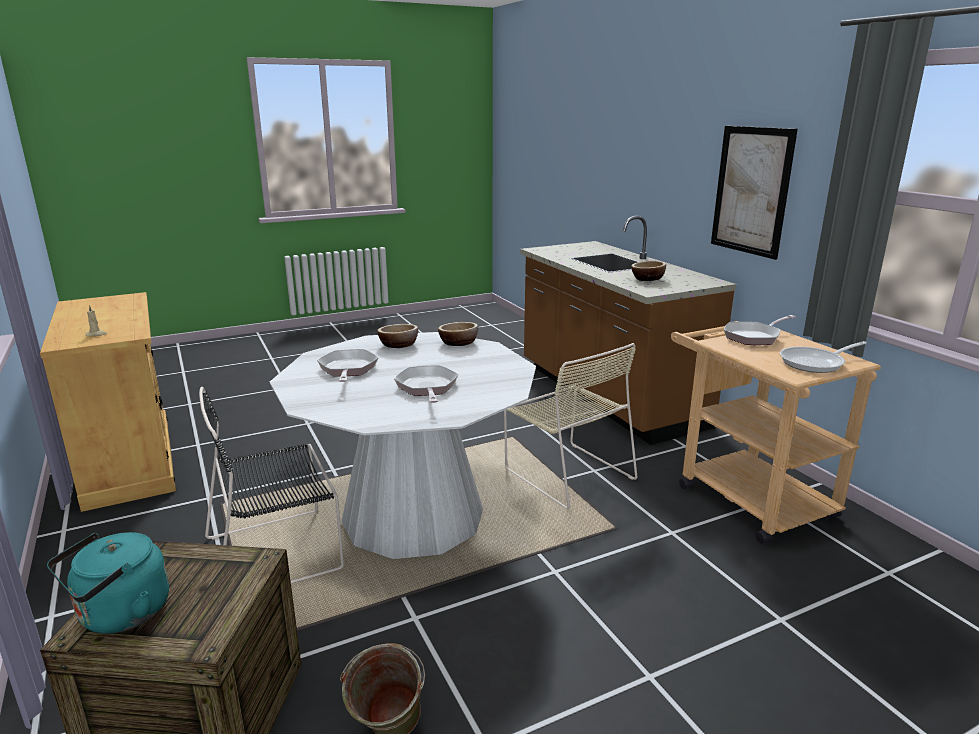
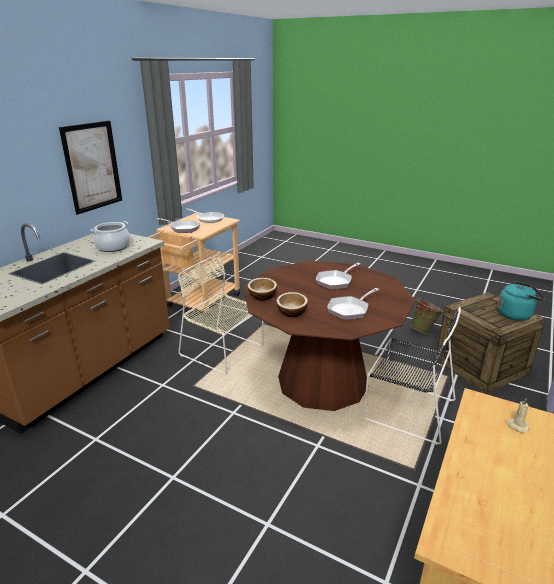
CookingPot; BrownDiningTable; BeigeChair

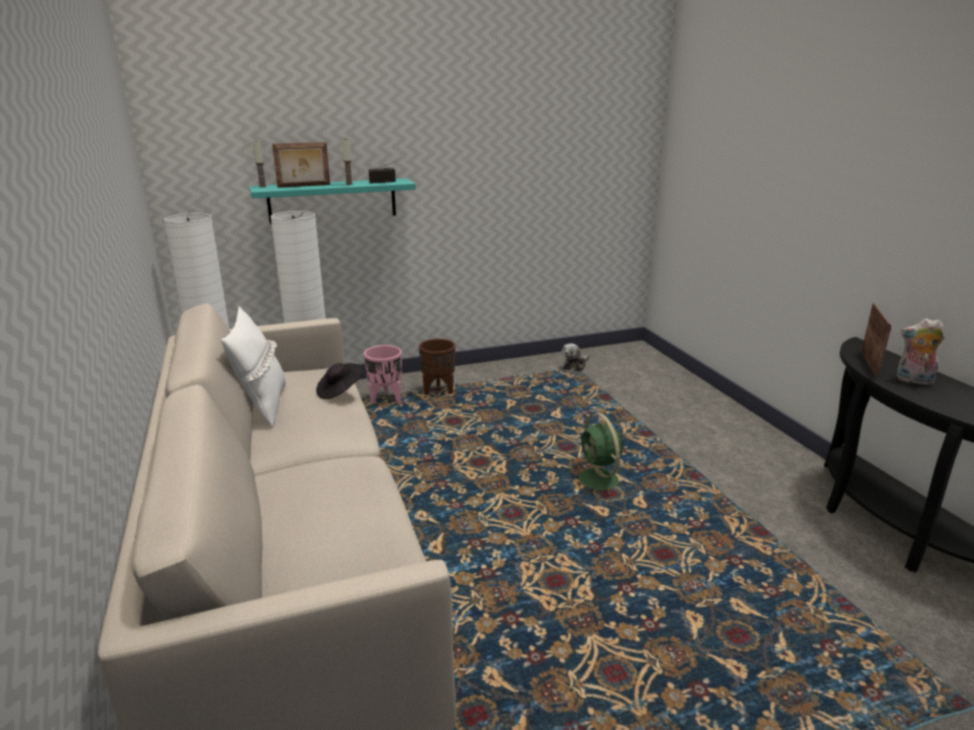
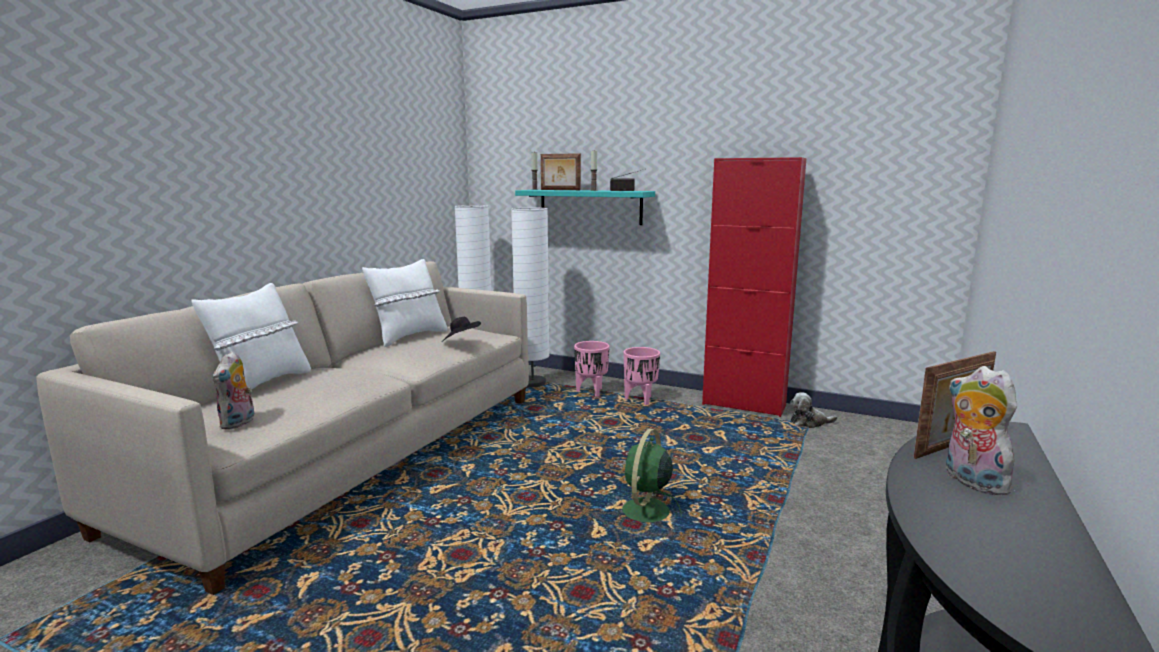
WhitePillow (no. 1 from left); PlushToy (no. 1 from left); RedCabinet; PinkPlanter (no. 2 from left)

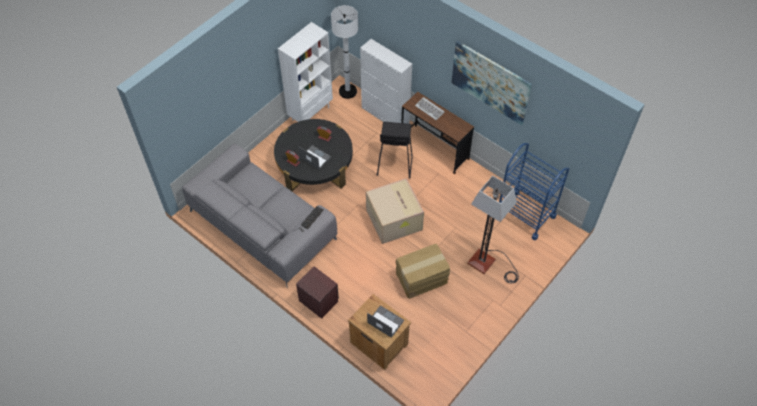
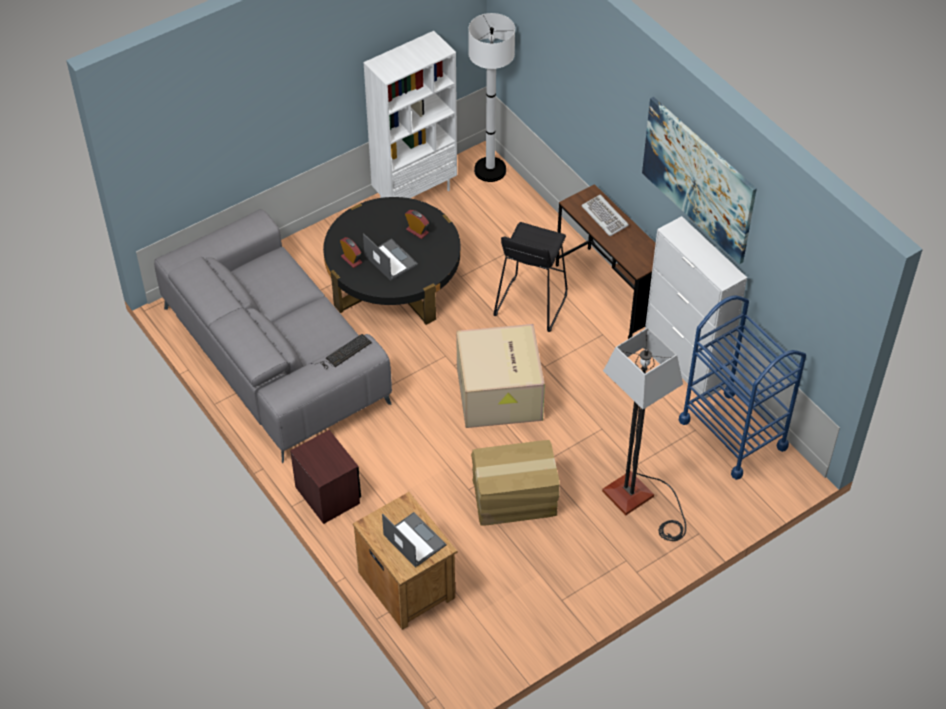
WhiteCabinet

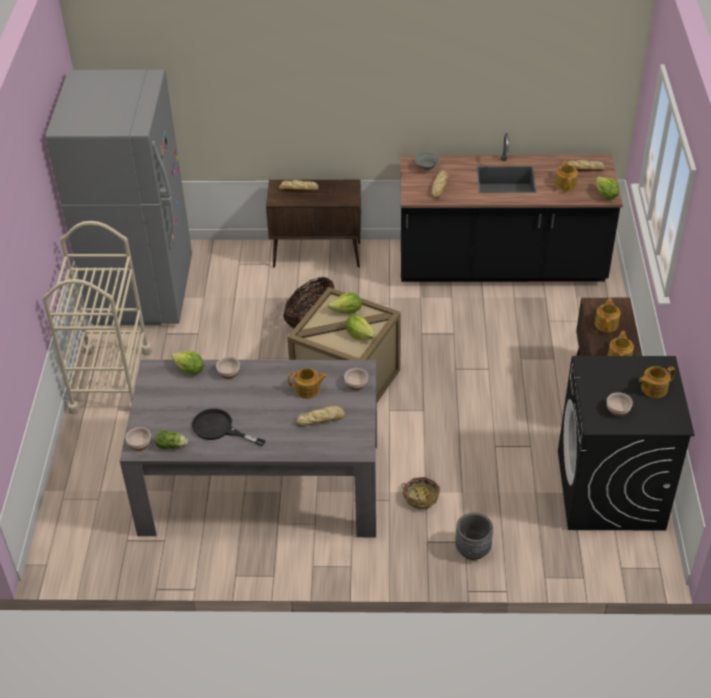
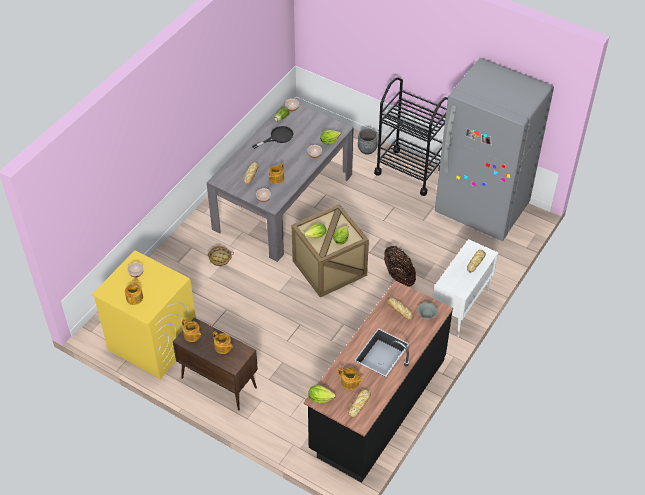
GreyPlanter; BlackCart; WhiteCabinet; YellowWashingMachine

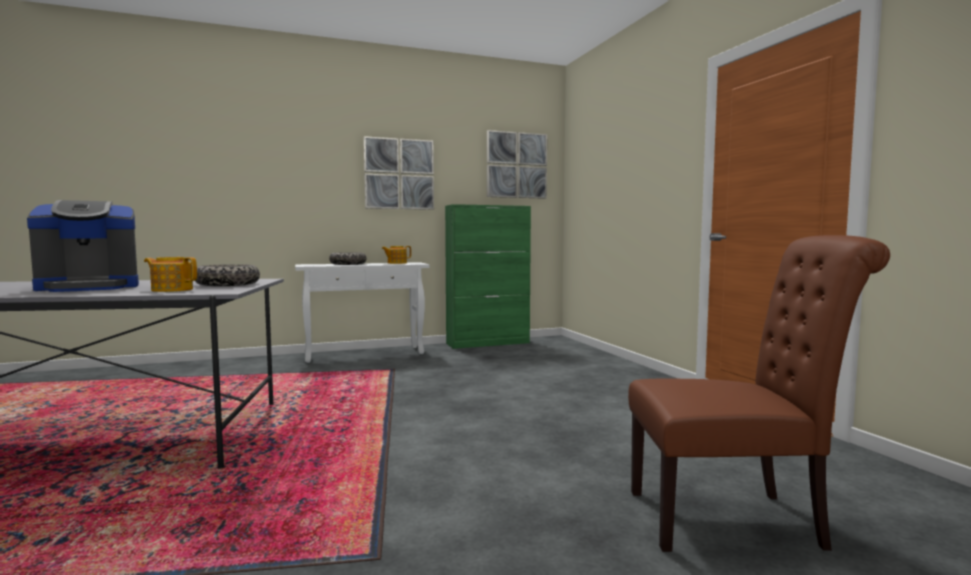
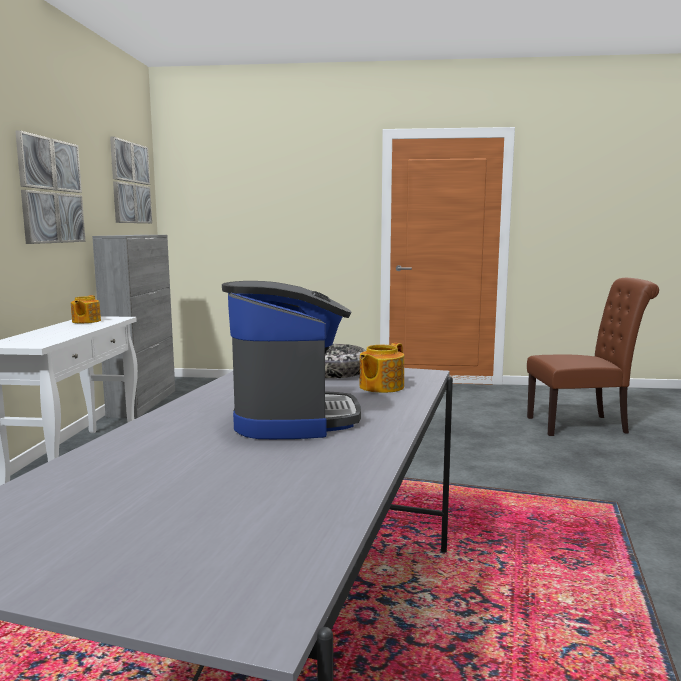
Bowl (no. 2 from left in the first image); GreyCabinet; BrownChair

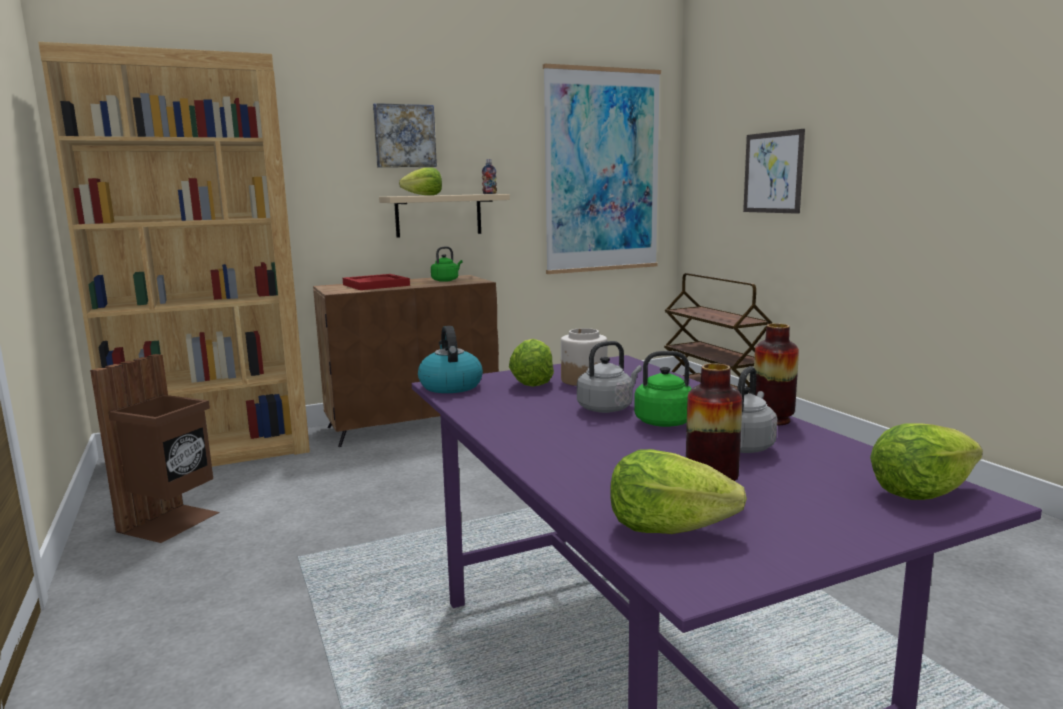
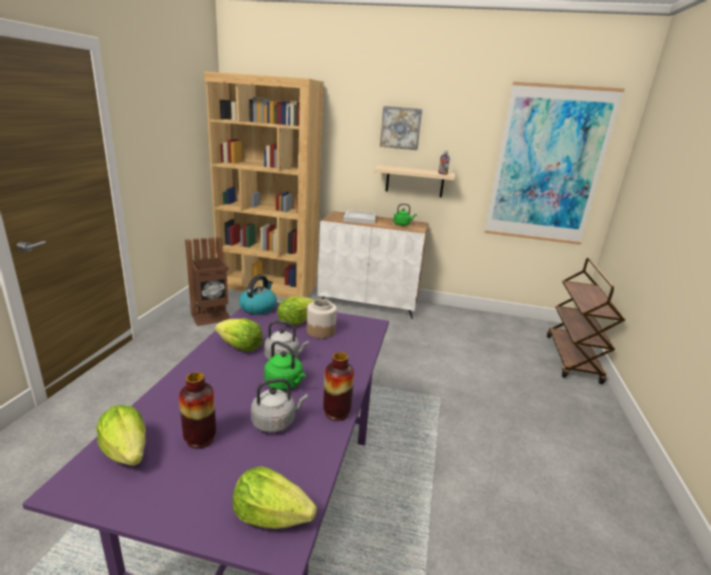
Picture (no. 3 from left in the first image); Lettuce (no. 2 from left); WhiteCabinet; WhiteTray

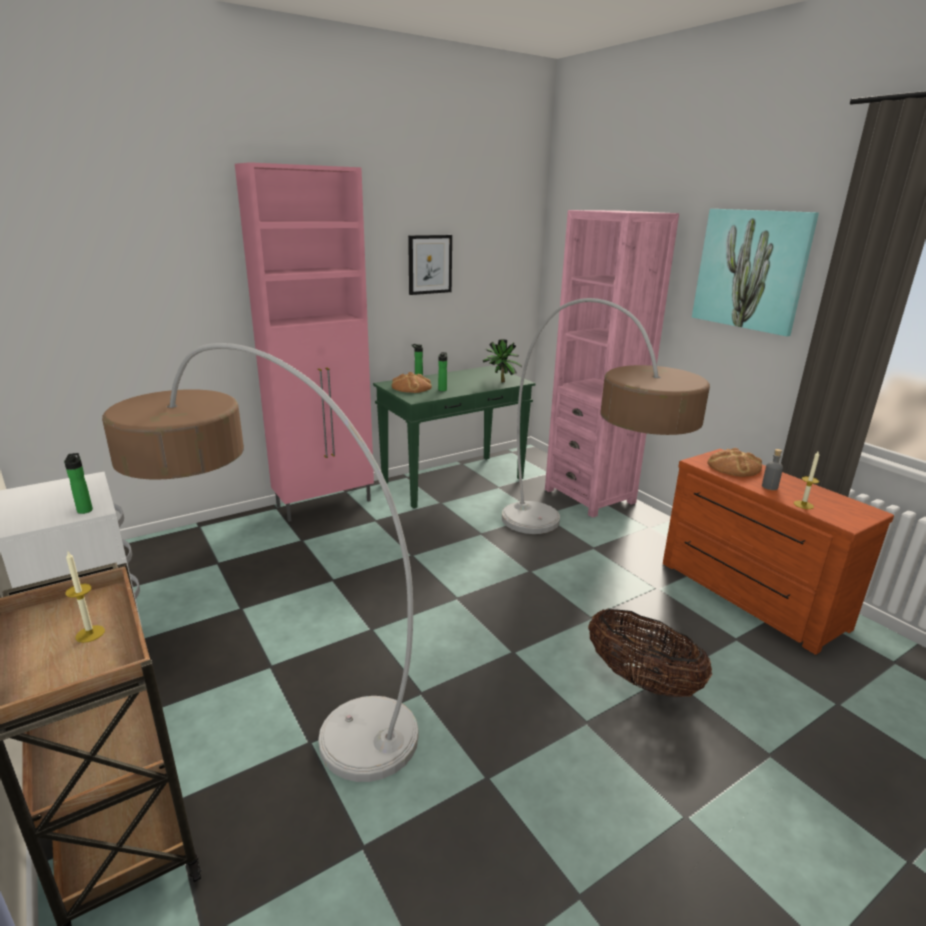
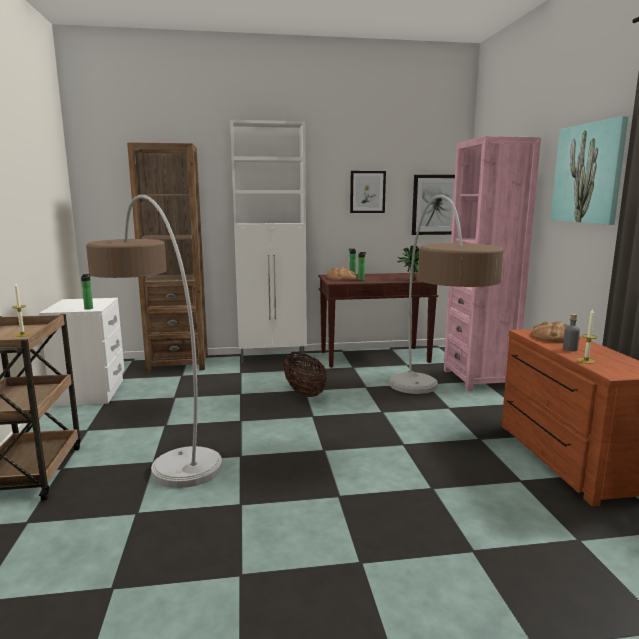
BrownBookcase; Picture (no. 2 from left); Basket; WhiteCabinet; BrownConsoleTable

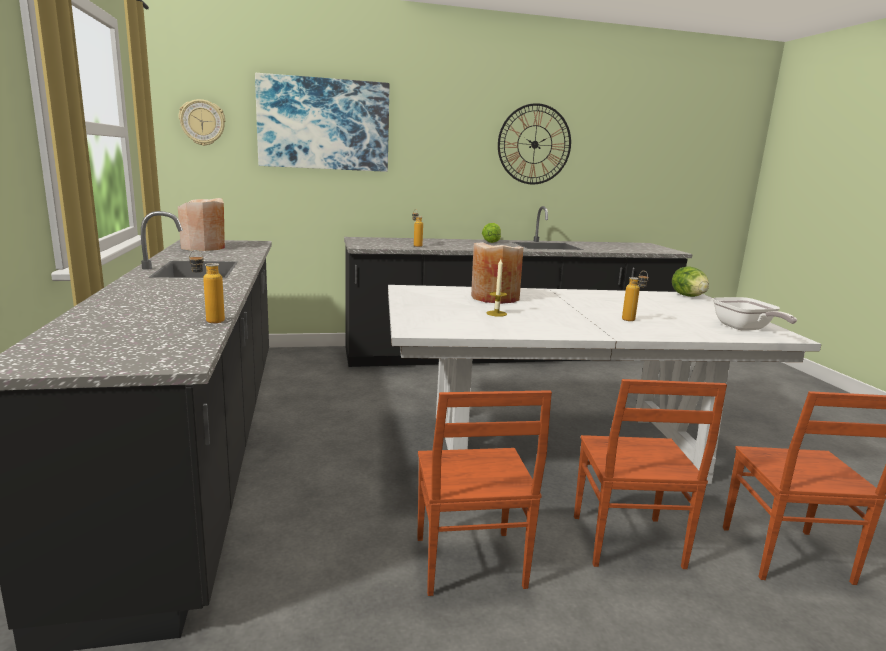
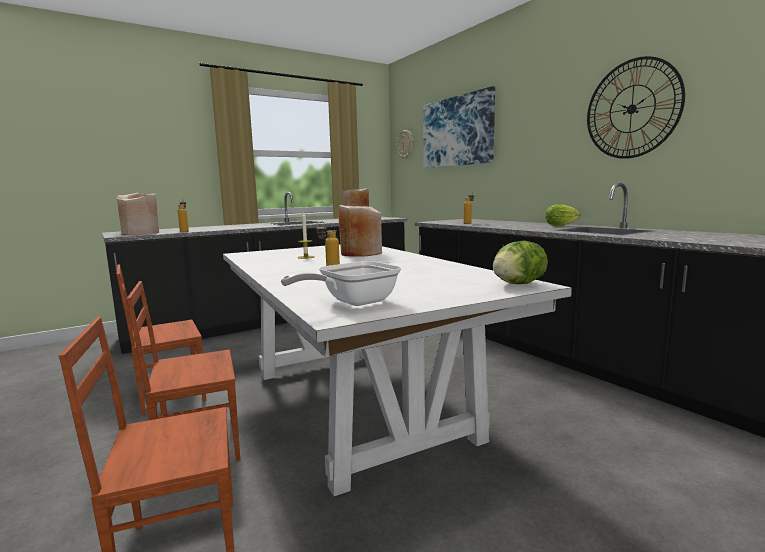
BeigeVase (no. 1 from left)

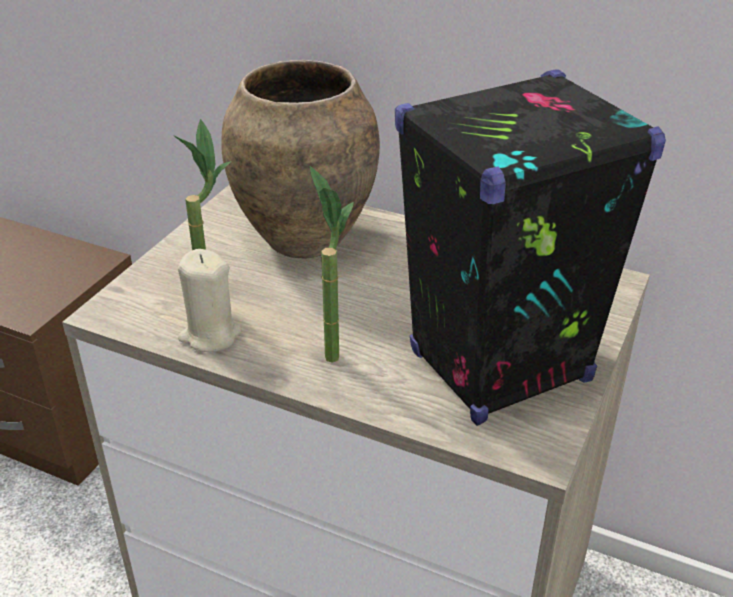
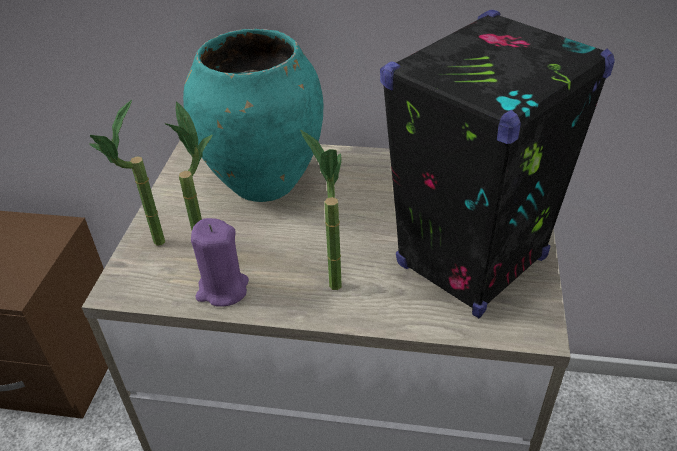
PottedPlant (no. 1 from left); PurpleCandle; TurquoiseVase

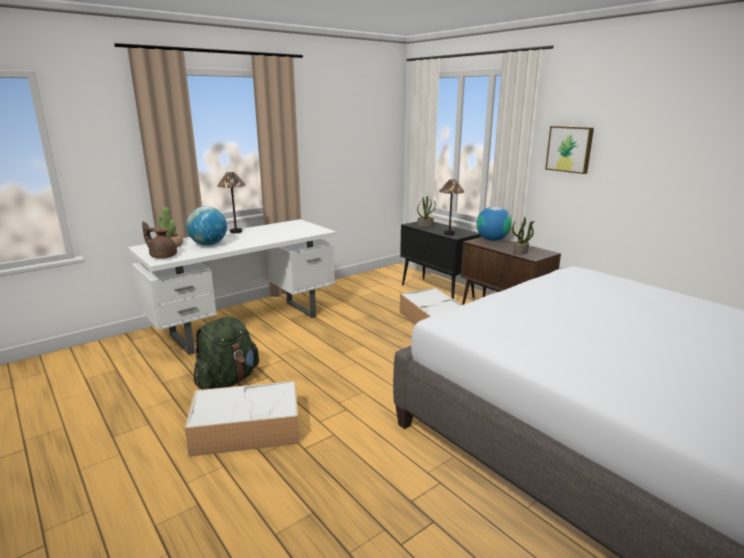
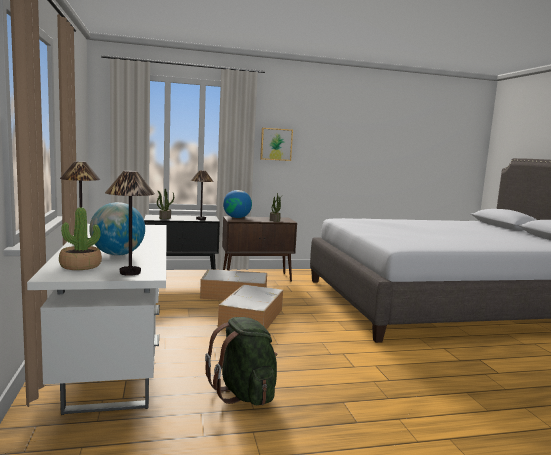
StorageBox (no. 2 from left); TableLamp (no. 2 from left)

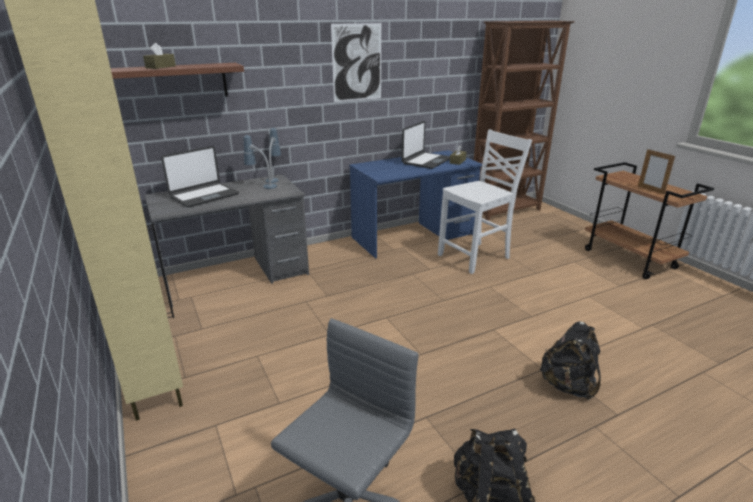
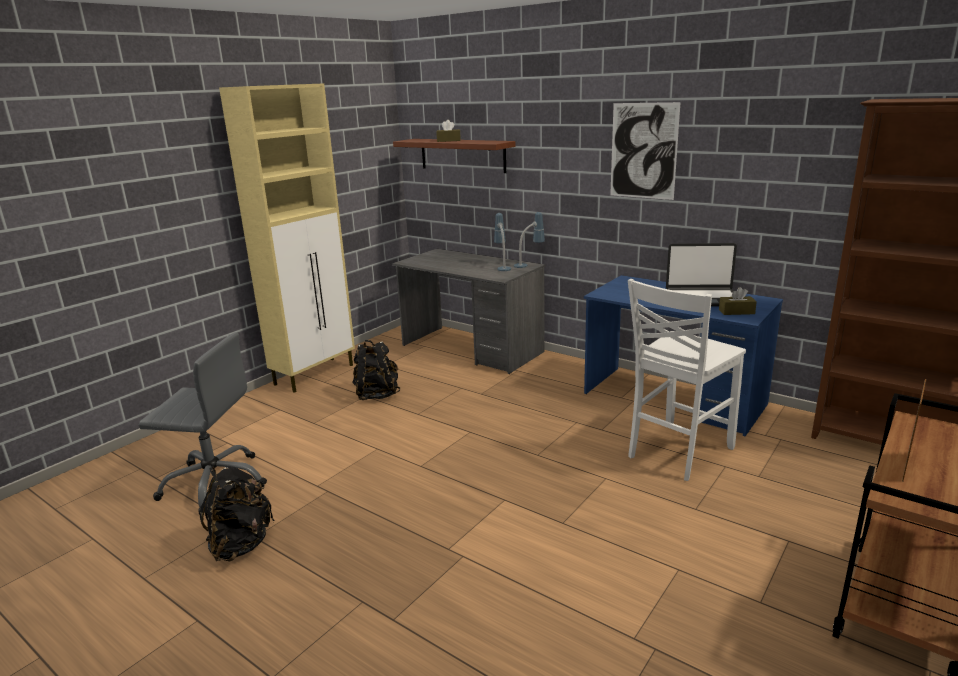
Laptop (no. 1 from left in the first image); BlackBackpack (no. 2 from left); WhiteChair

